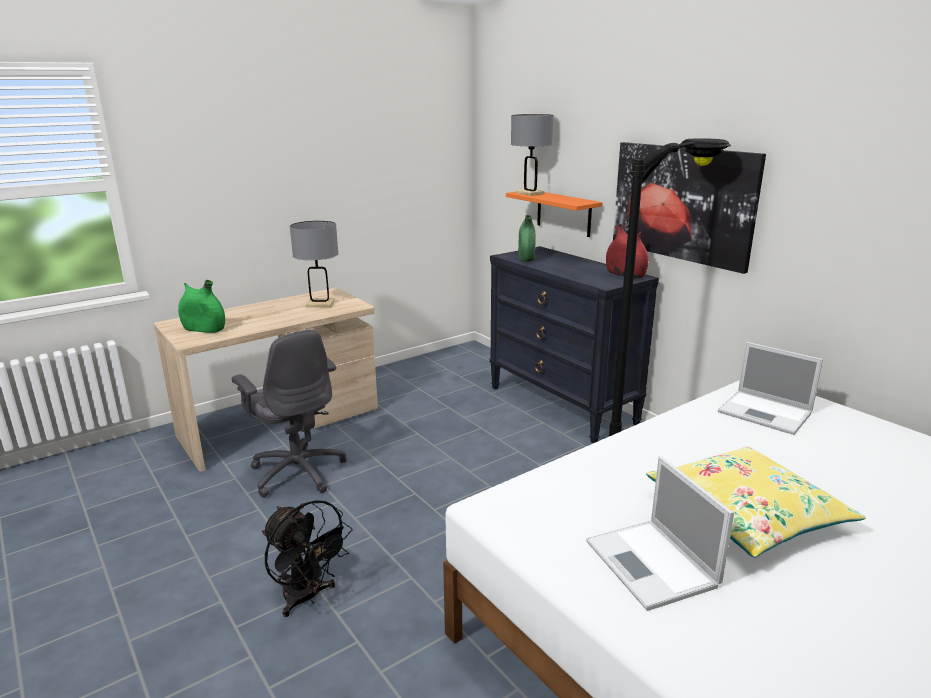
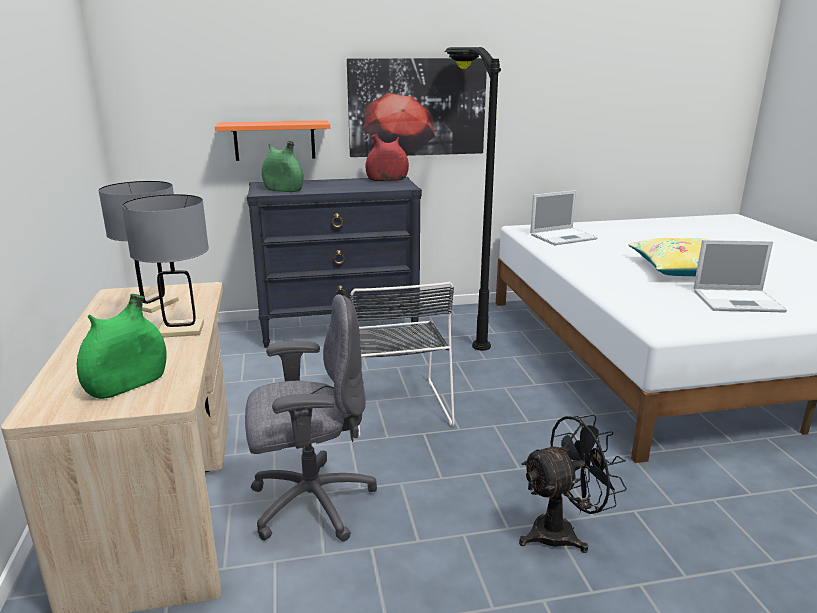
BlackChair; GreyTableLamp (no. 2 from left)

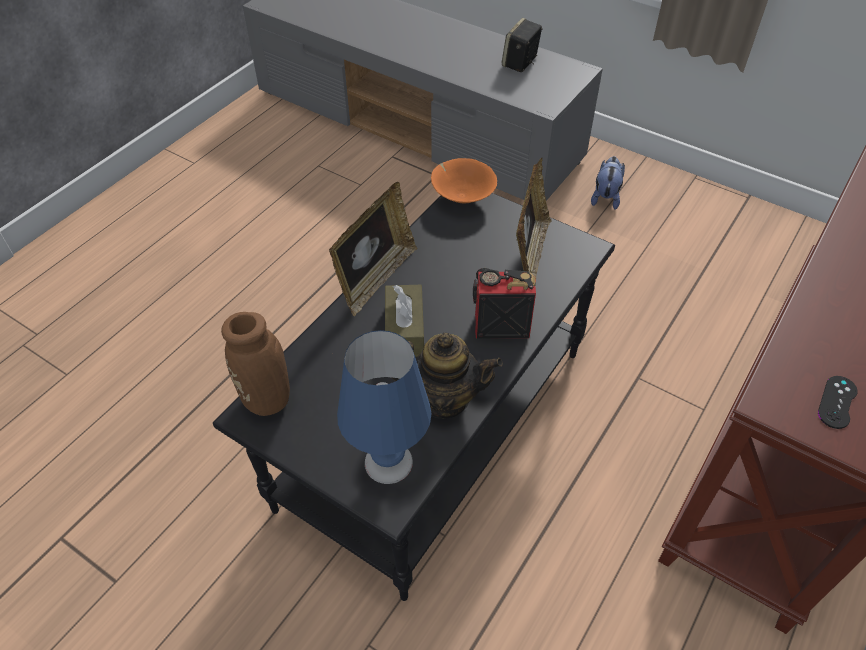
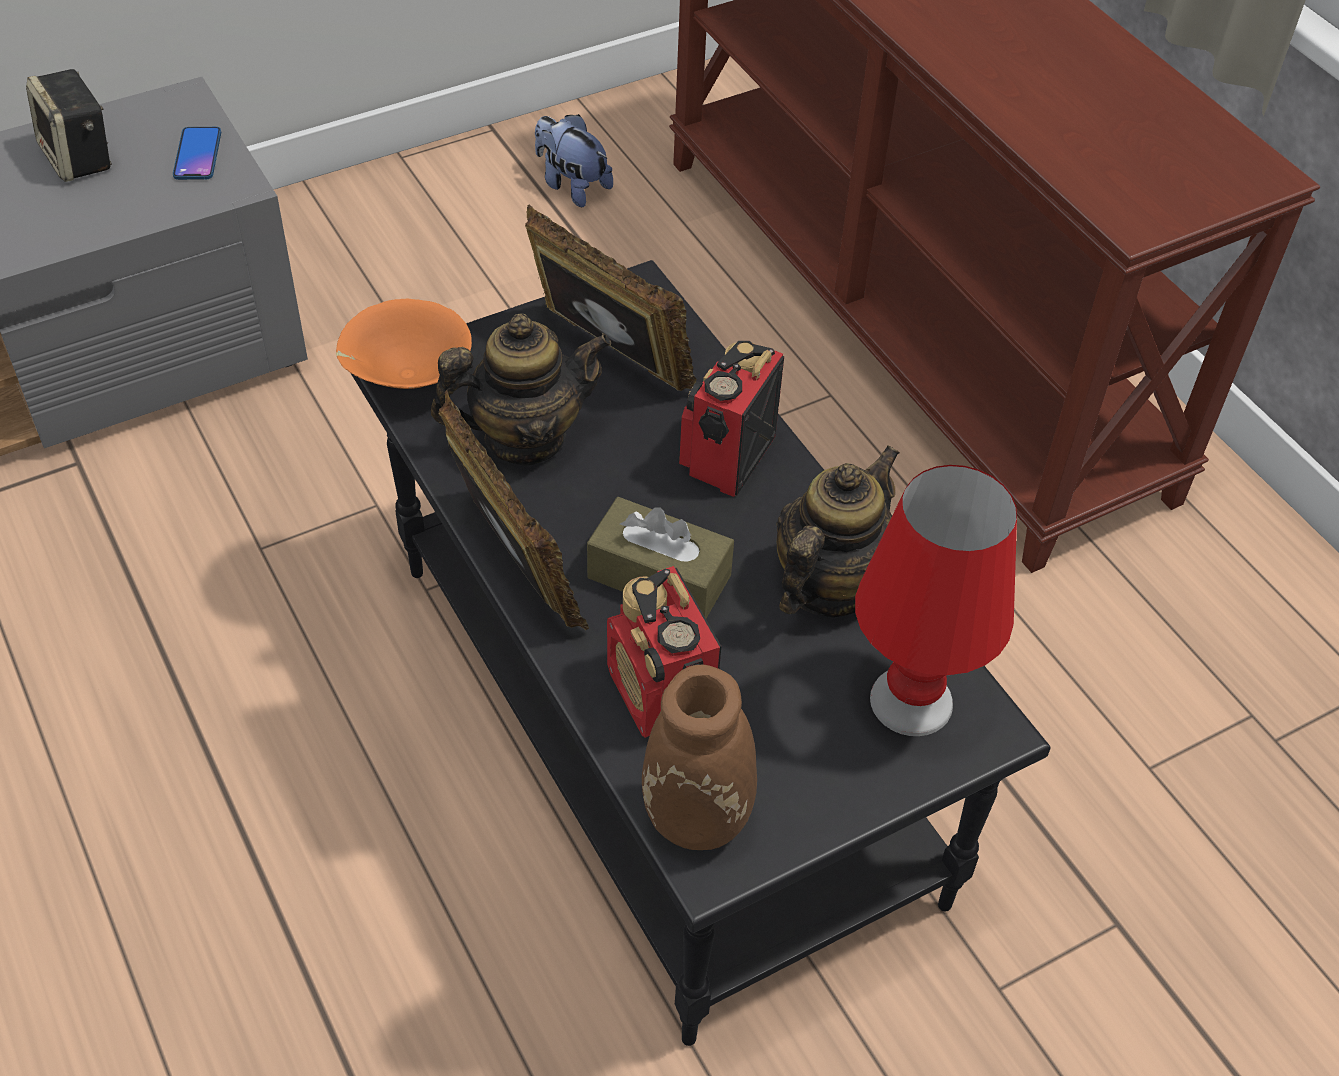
BlackGameController; Phone; Teapot (no. 1 from left); Radio (no. 1 from left); PlushToy; RedTableLamp

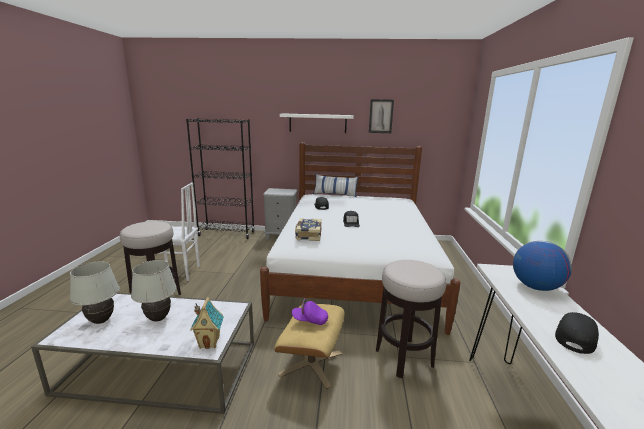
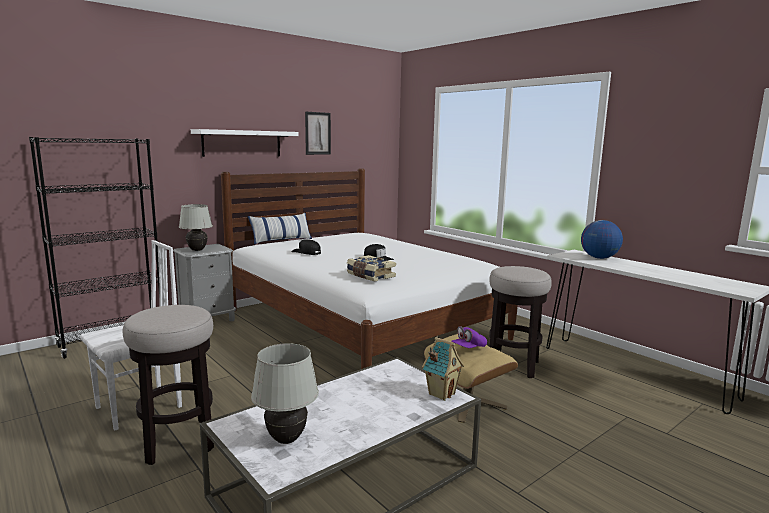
BlackCap (no. 3 from left in the first image); WhiteTableLamp (no. 1 from left)

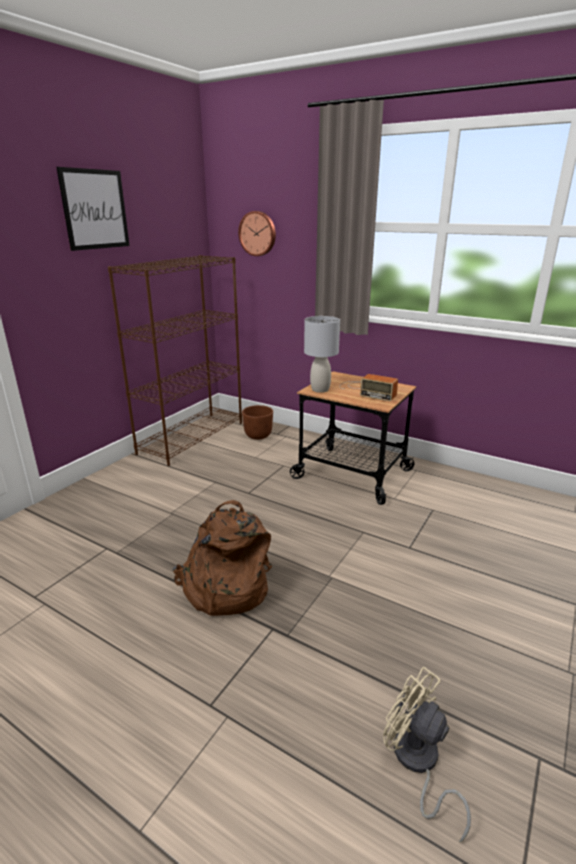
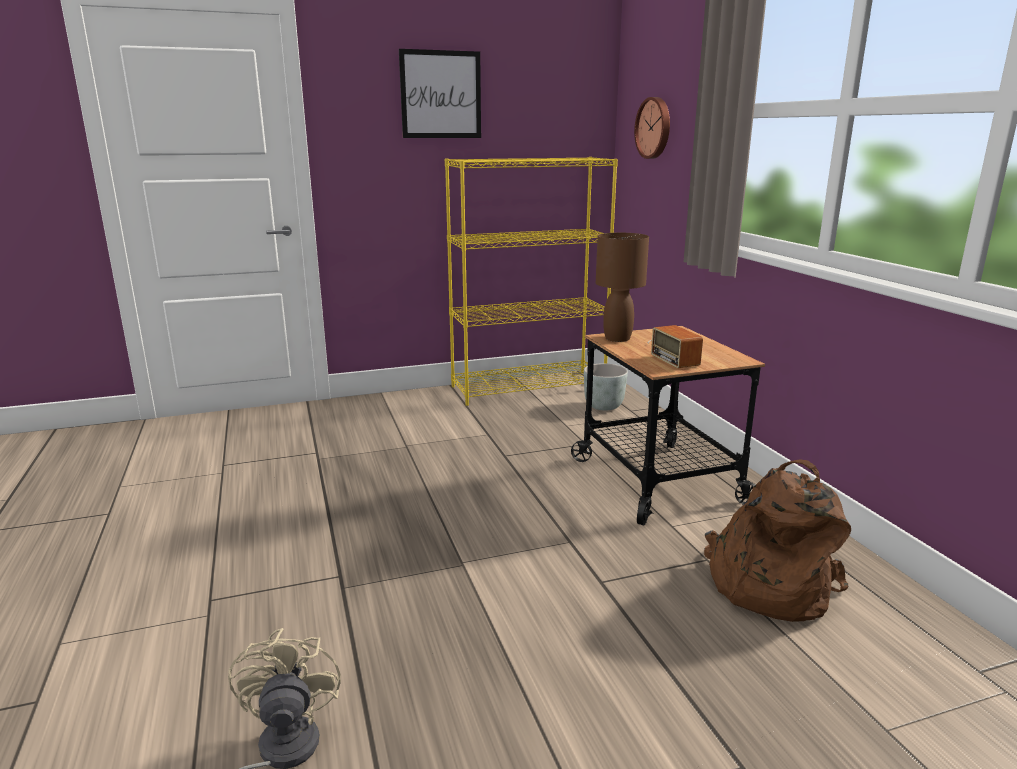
BrownBackpack; YellowBookcase; GreyPlanter; BrownTableLamp

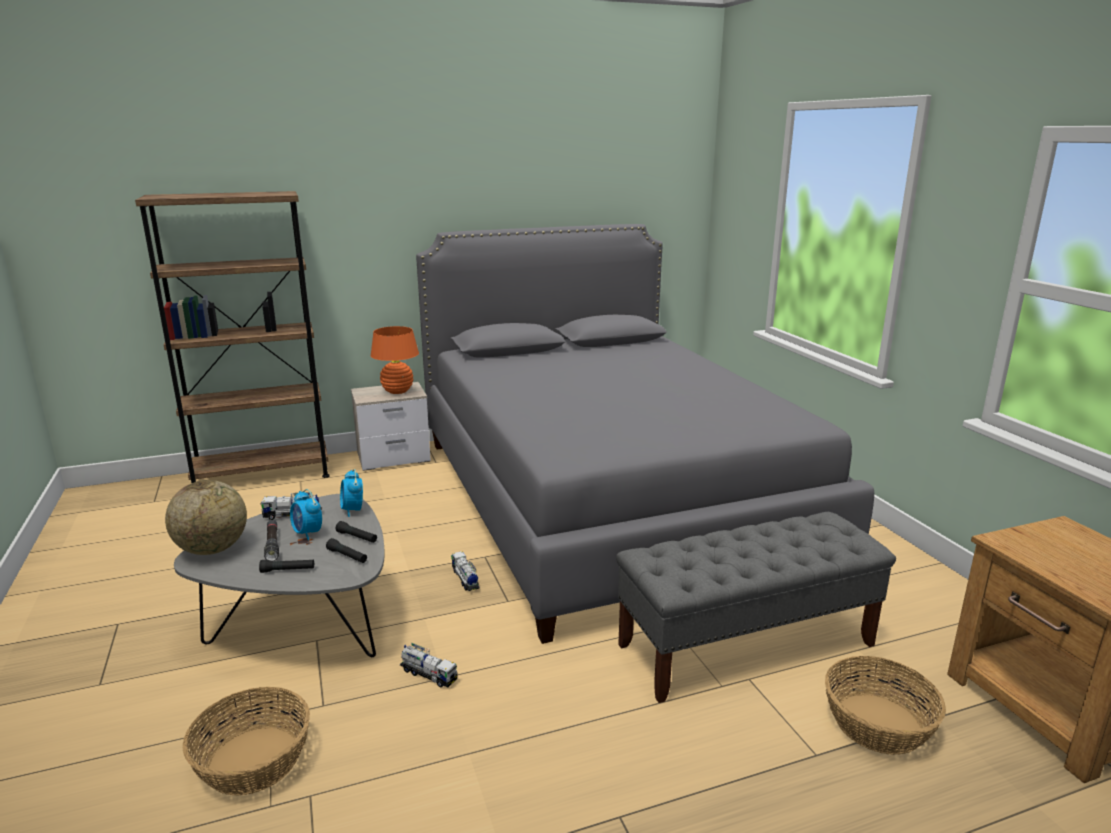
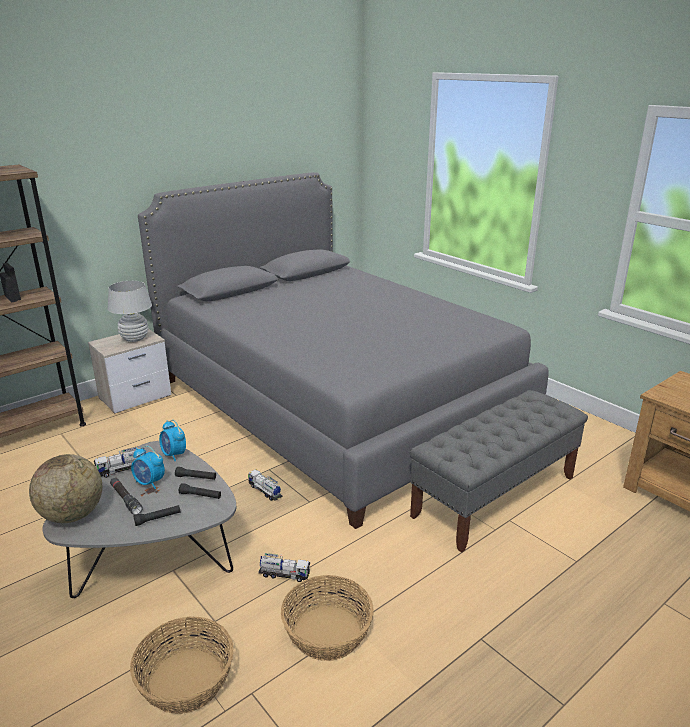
Basket (no. 2 from left); WhiteTableLamp

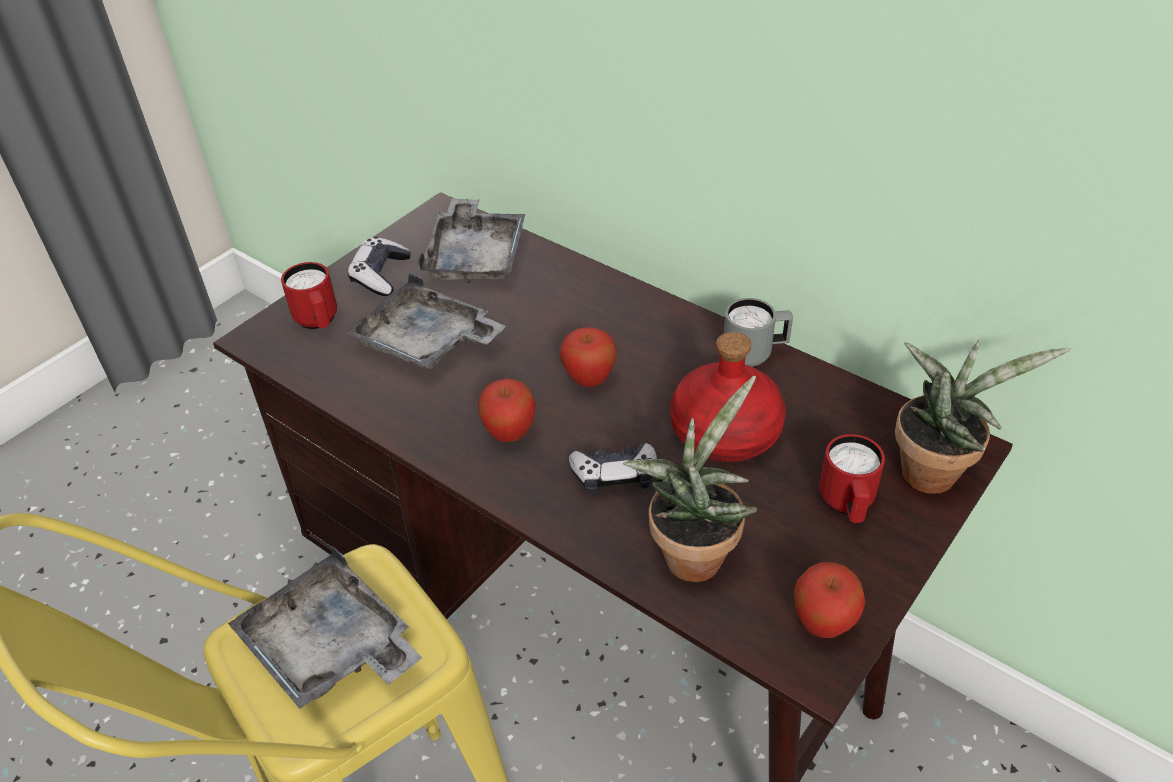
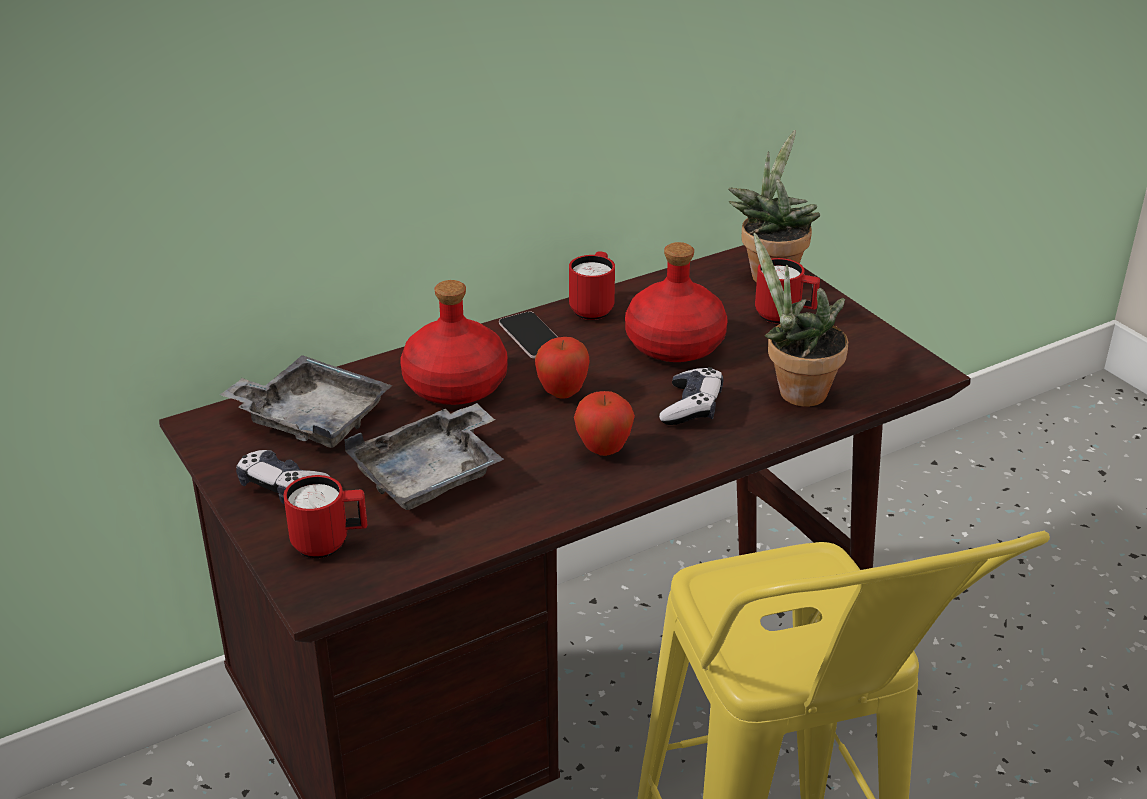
GreyTray (no. 1 from left in the first image); Apple (no. 3 from left in the first image); RedBottle (no. 1 from left); Phone; RedMug (no. 2 from left)

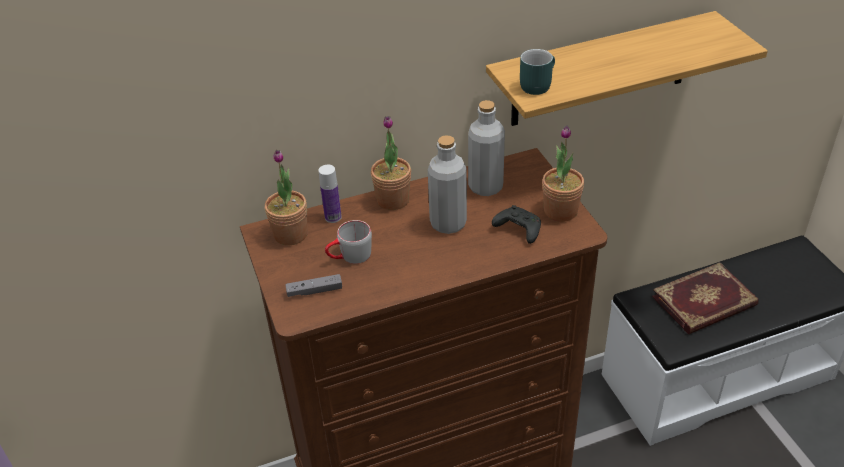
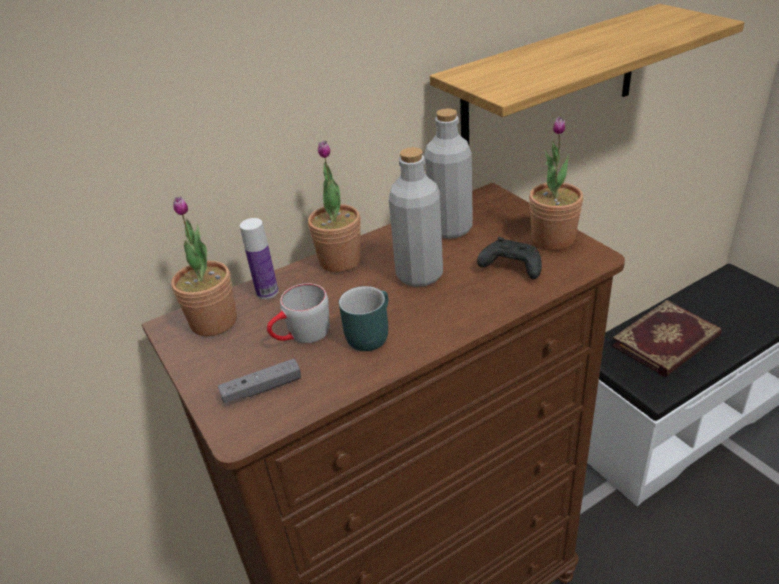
TurquoiseMug

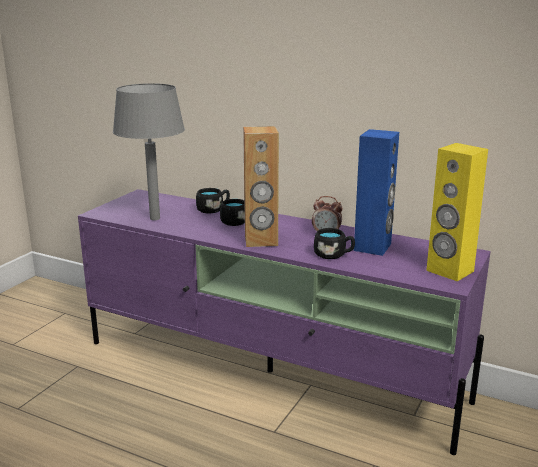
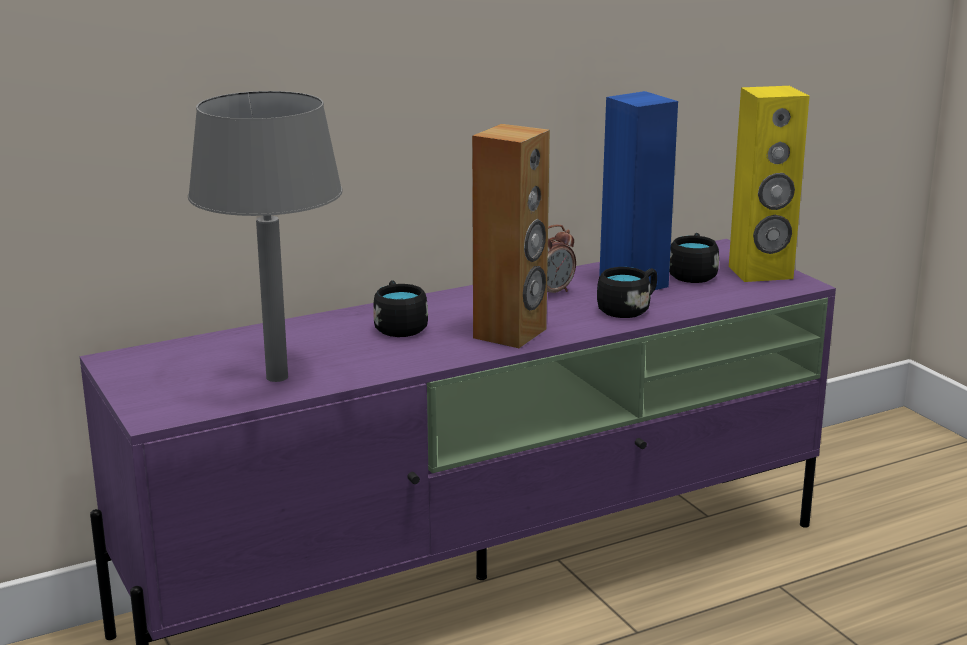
BlackMug (no. 3 from left)

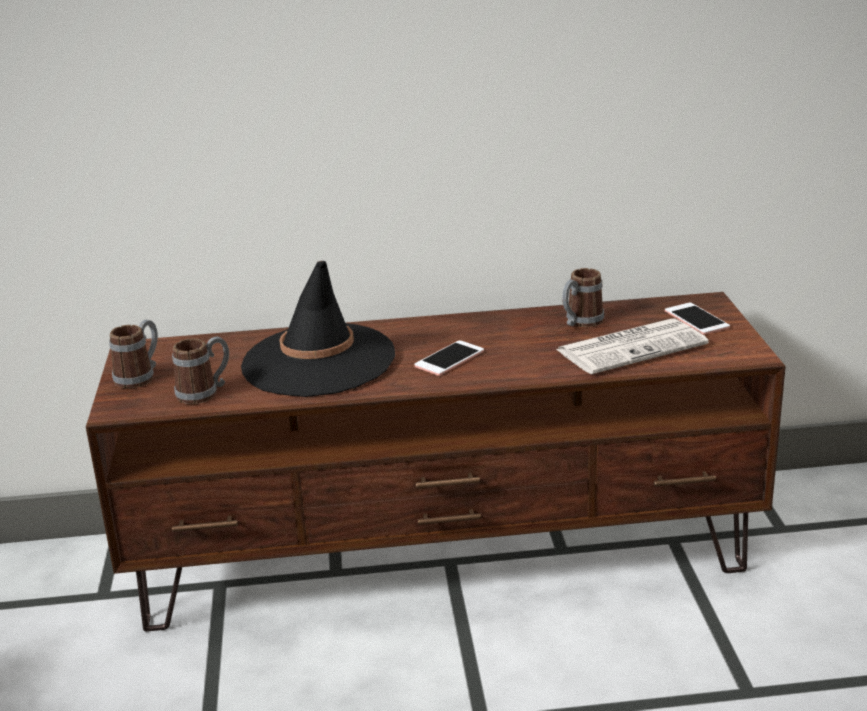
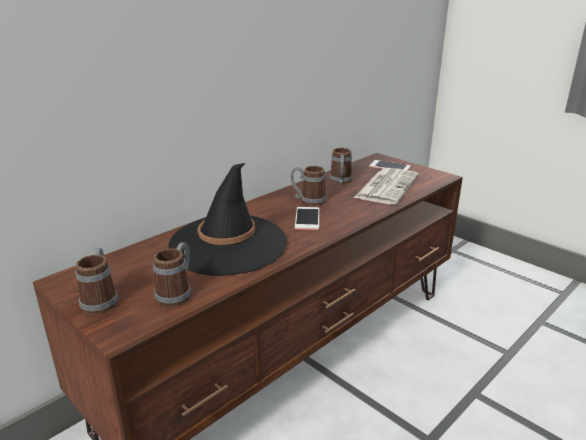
Mug (no. 3 from left)

